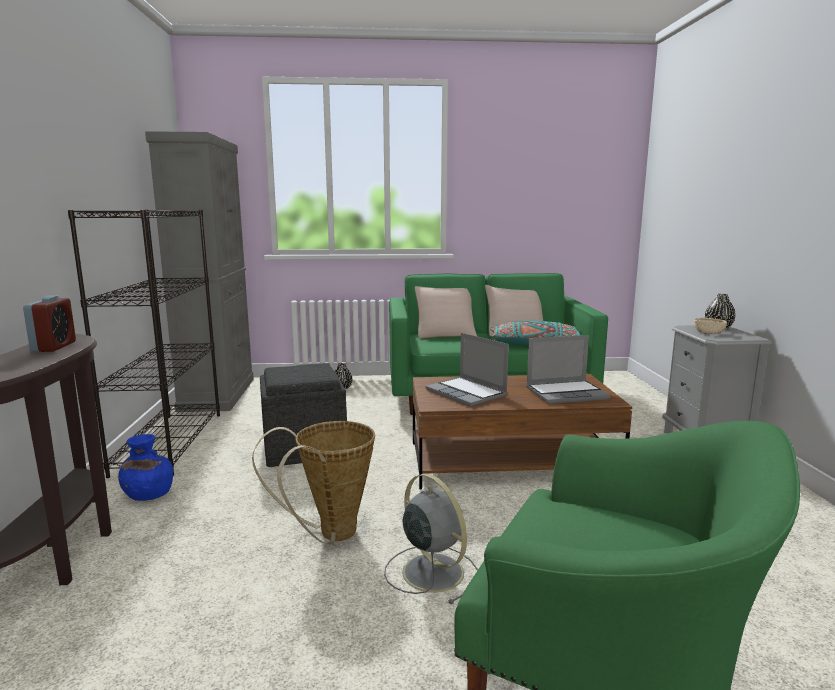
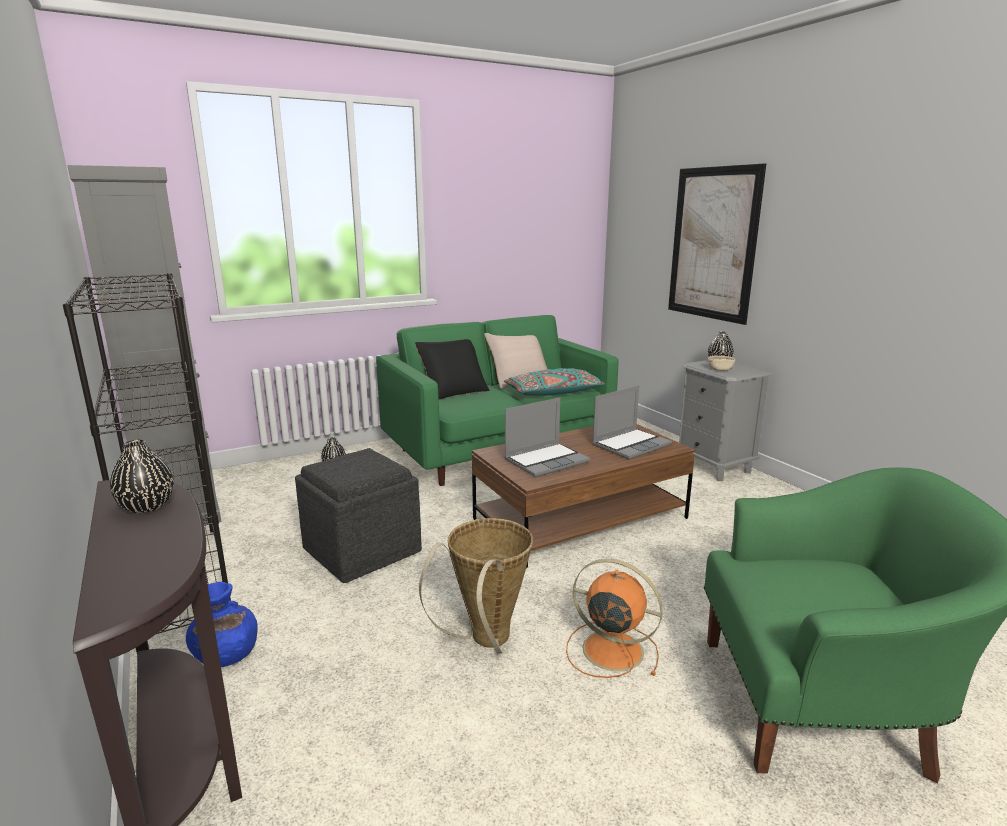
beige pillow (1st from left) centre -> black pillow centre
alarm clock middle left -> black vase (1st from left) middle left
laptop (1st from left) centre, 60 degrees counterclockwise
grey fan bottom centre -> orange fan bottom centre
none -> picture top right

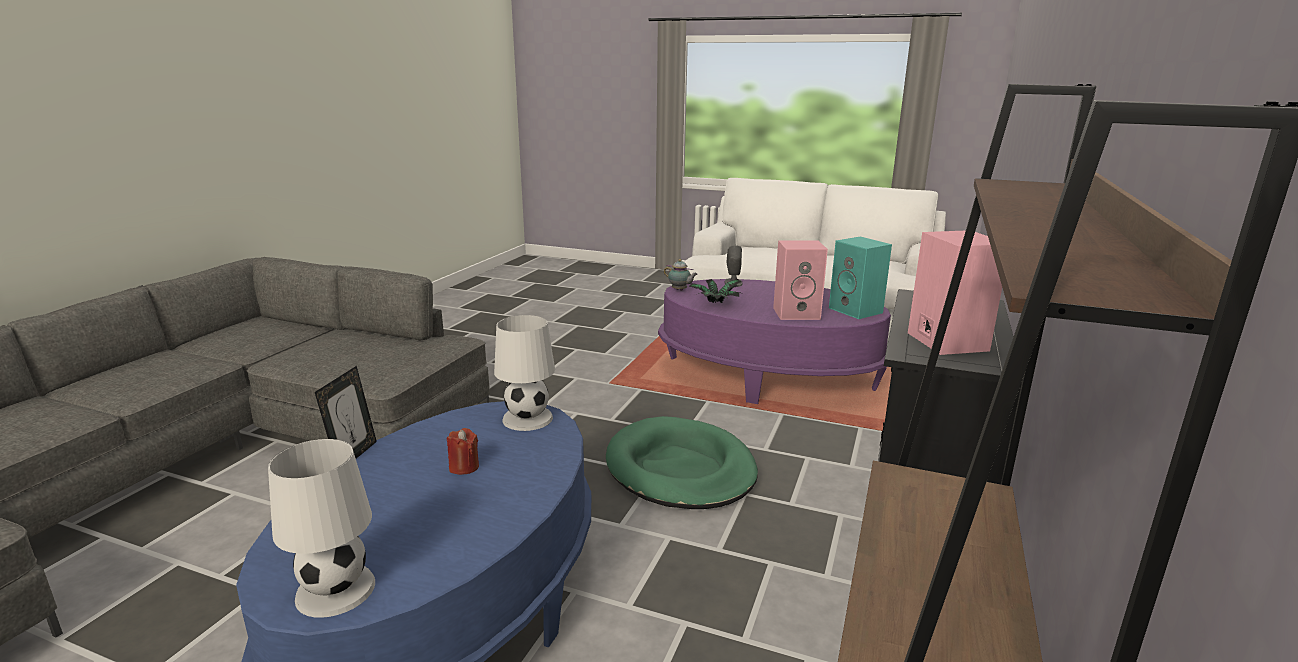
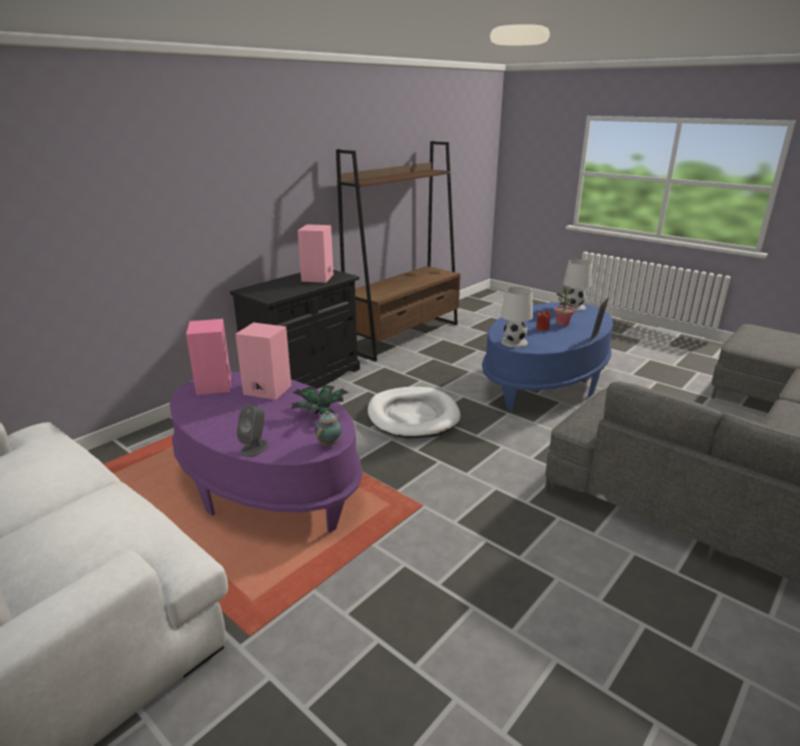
turquoise speaker centre -> pink speaker (1st from left) middle left
teapot centre, 60 degrees clockwise
green dog bed bottom centre -> white dog bed centre
none -> potted plant (2nd from left) middle right

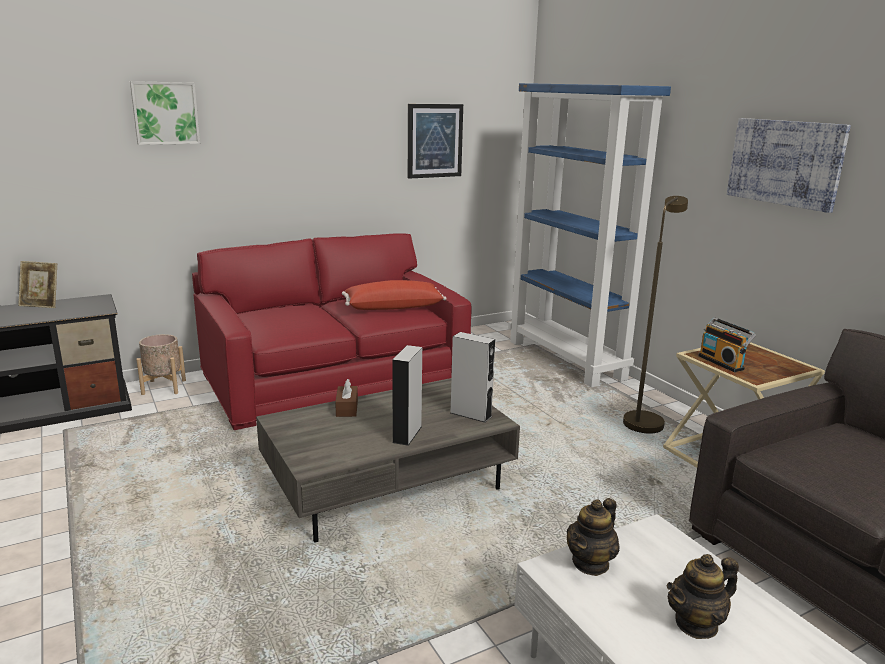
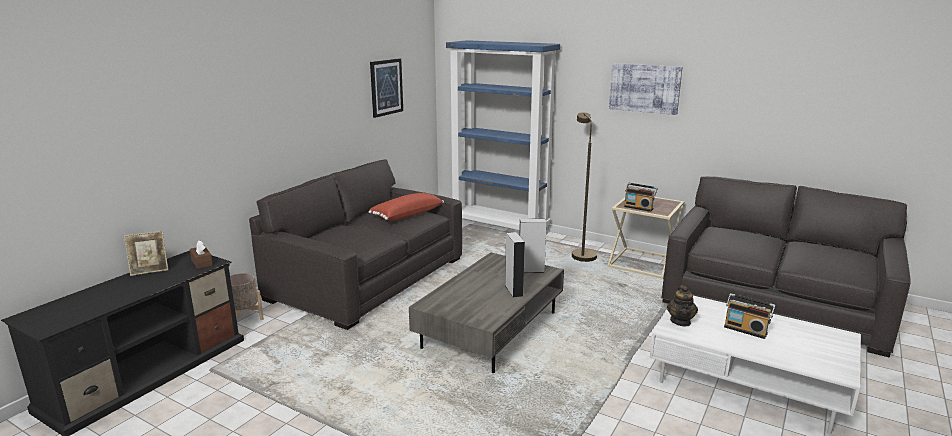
picture (1st from left) top left -> none
red sofa centre -> grey sofa (1st from left) centre
brown tissue box centre -> brown tissue box middle left, moved
teapot (2nd from left) bottom right -> radio (2nd from left) bottom right

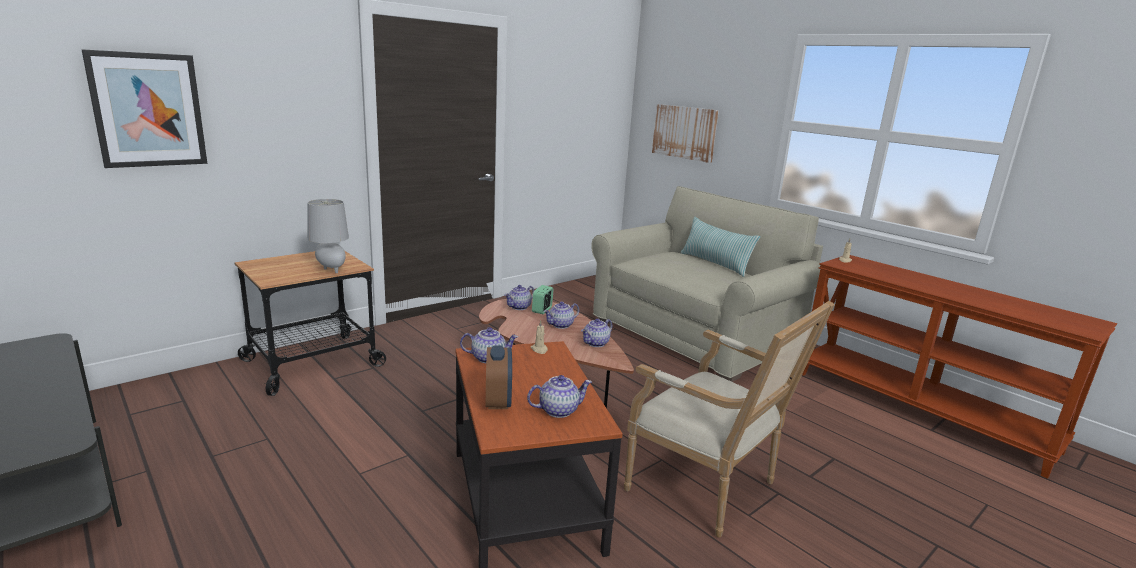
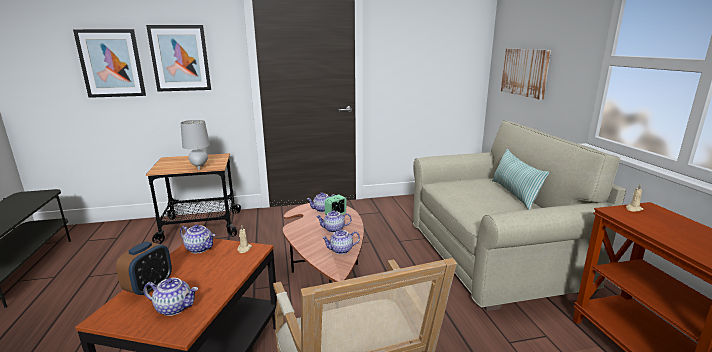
none -> picture (2nd from left) top left

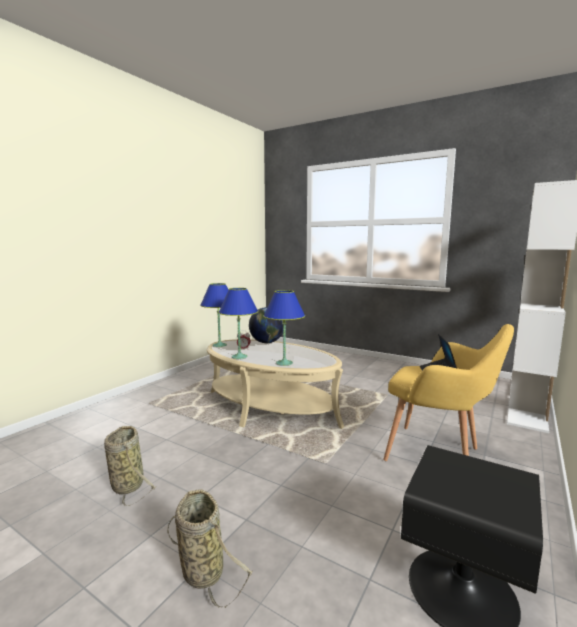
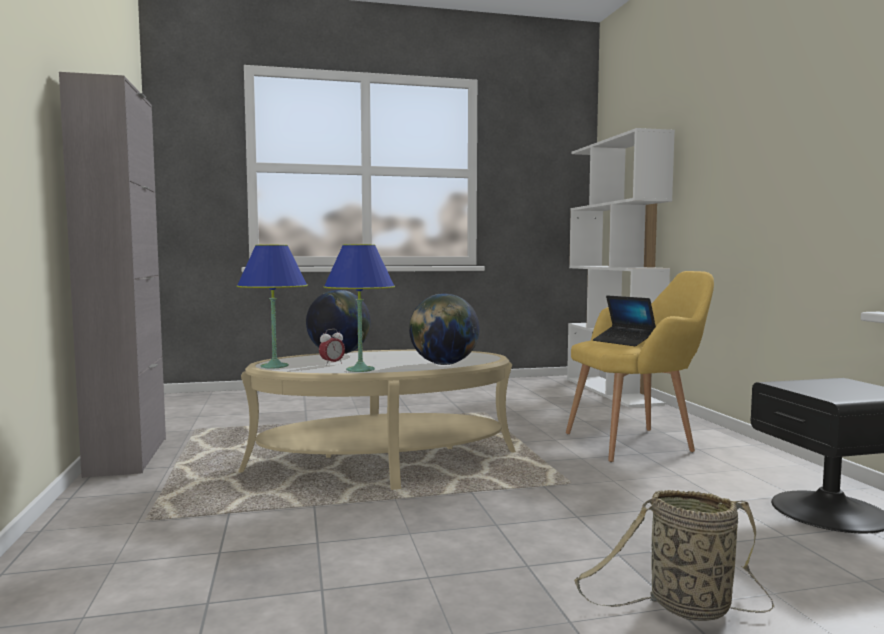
blue table lamp (3rd from left) centre -> globe (2nd from left) centre
basket (1st from left) bottom left -> none
none -> grey cabinet middle left

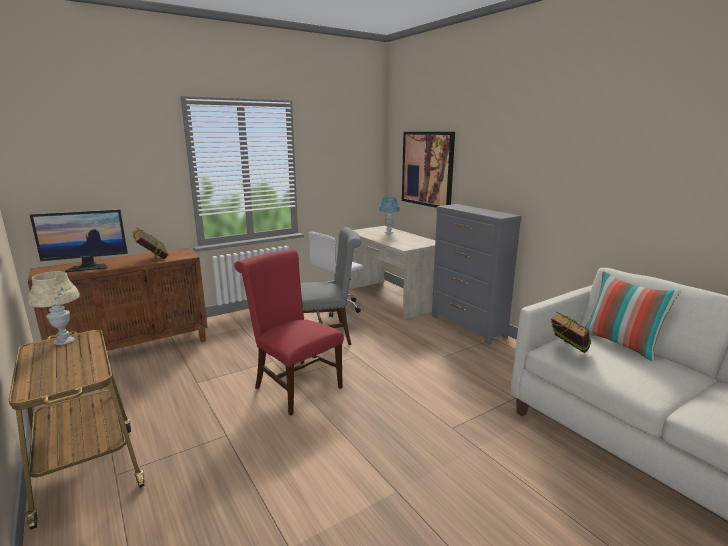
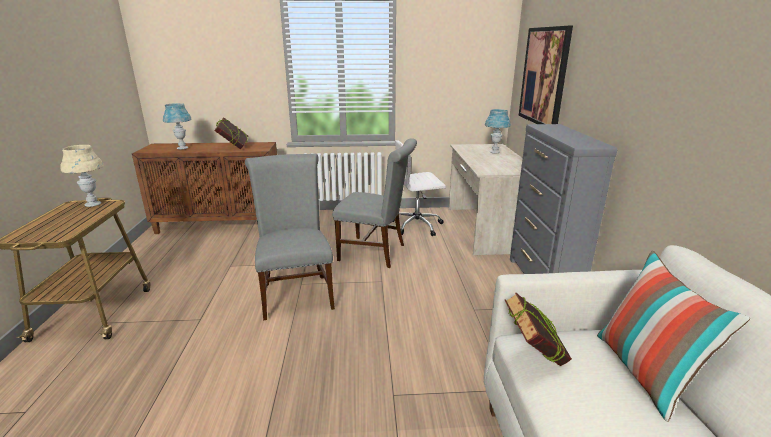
monitor middle left -> blue table lamp (1st from left) top left
red chair centre -> grey chair (1st from left) centre

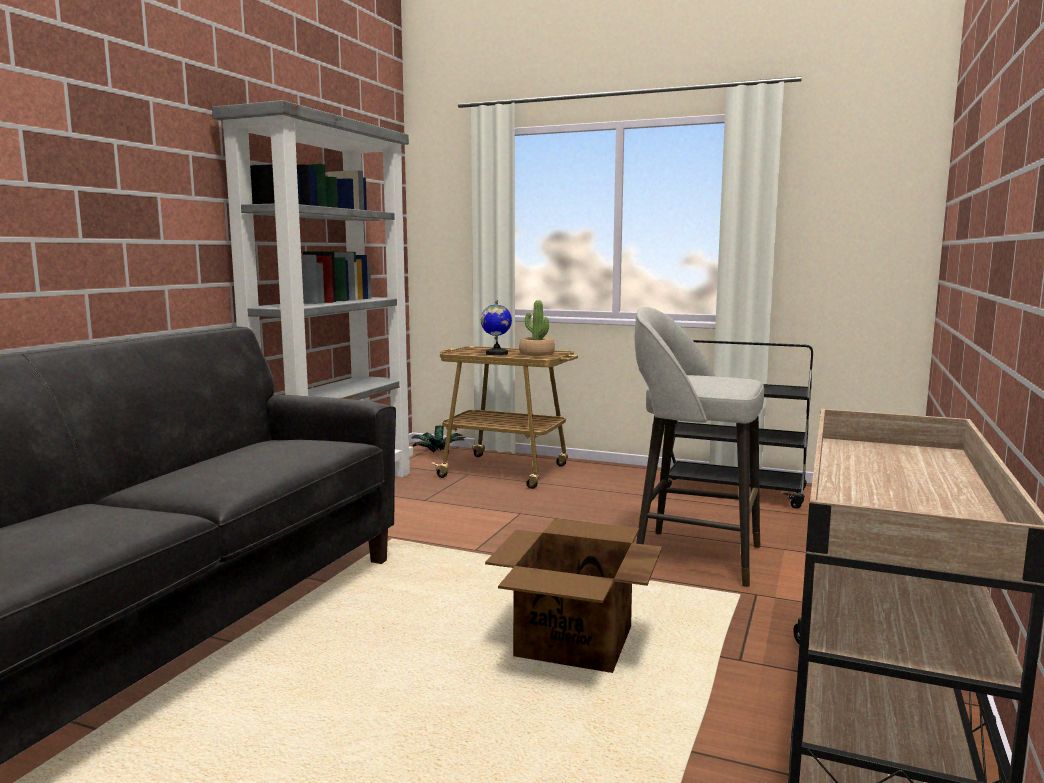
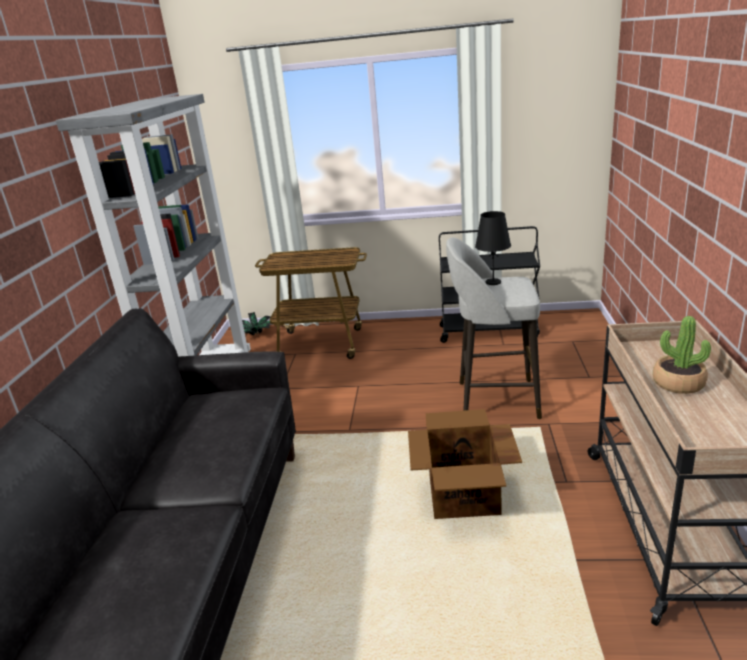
globe centre -> none
potted plant (2nd from left) centre -> potted plant (2nd from left) middle right, moved
none -> black table lamp centre

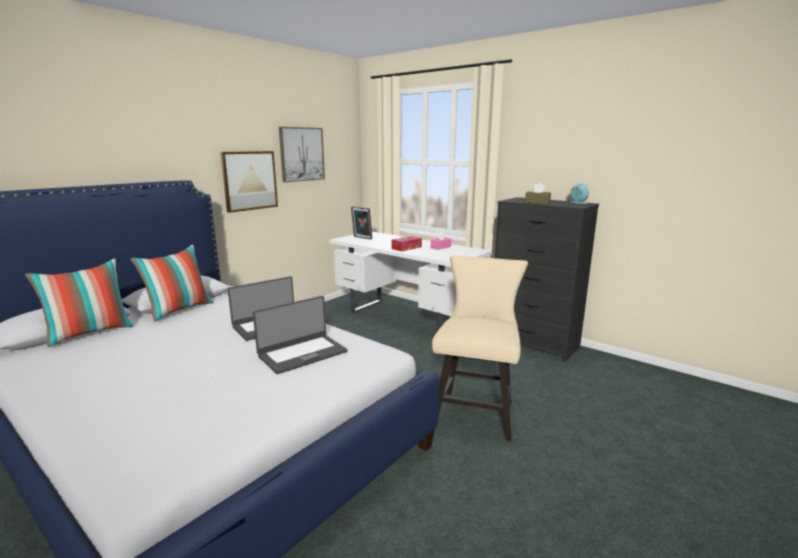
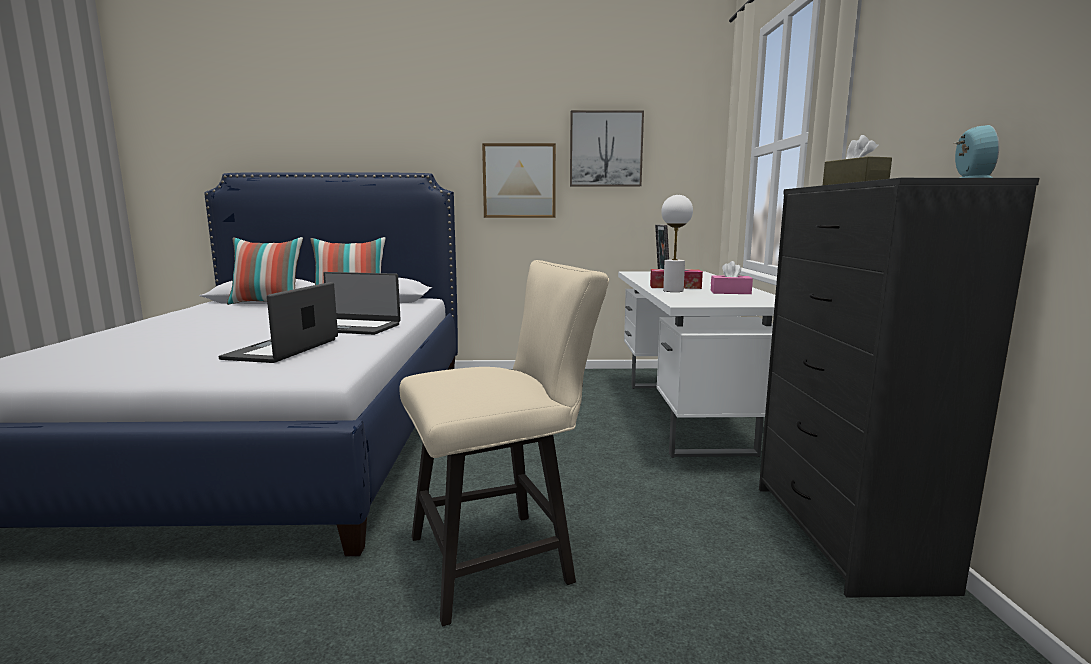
laptop (2nd from left in the first image) centre -> laptop (1st from left) middle left, 90 degrees clockwise
none -> white table lamp centre

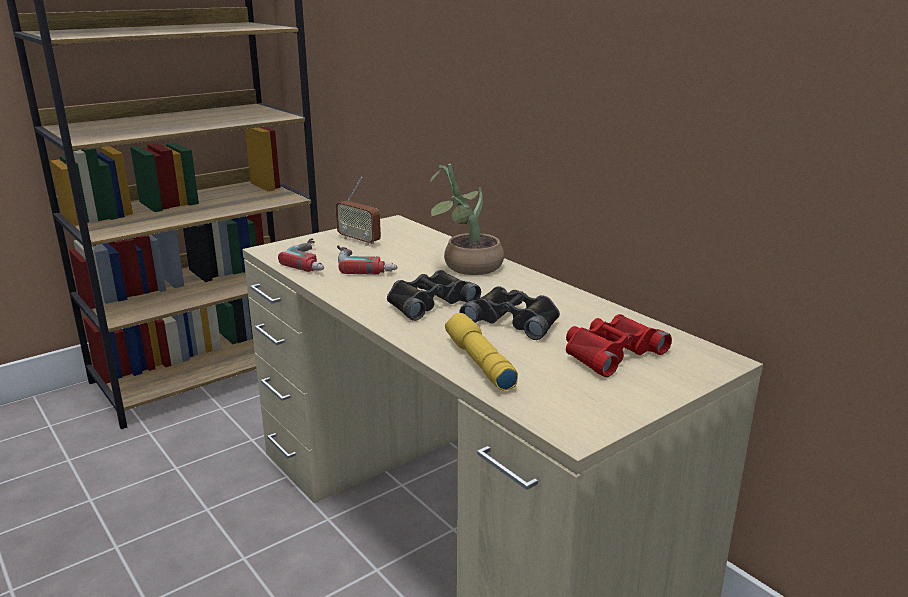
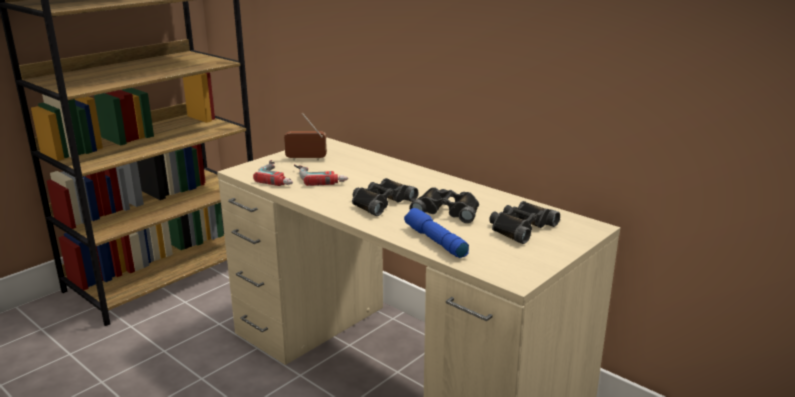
potted plant centre -> none
radio centre, 150 degrees clockwise
yellow flashlight centre -> blue flashlight centre
red binoculars middle right -> black binoculars (3rd from left) centre

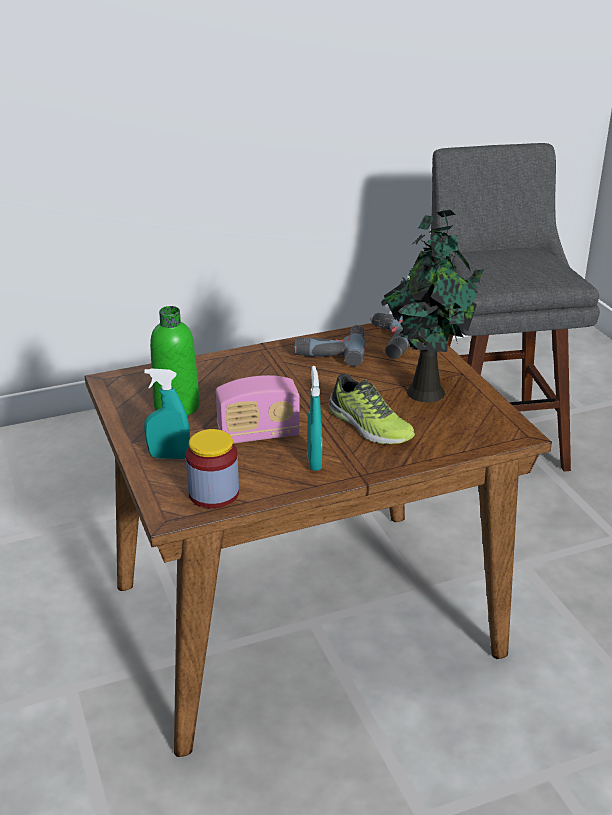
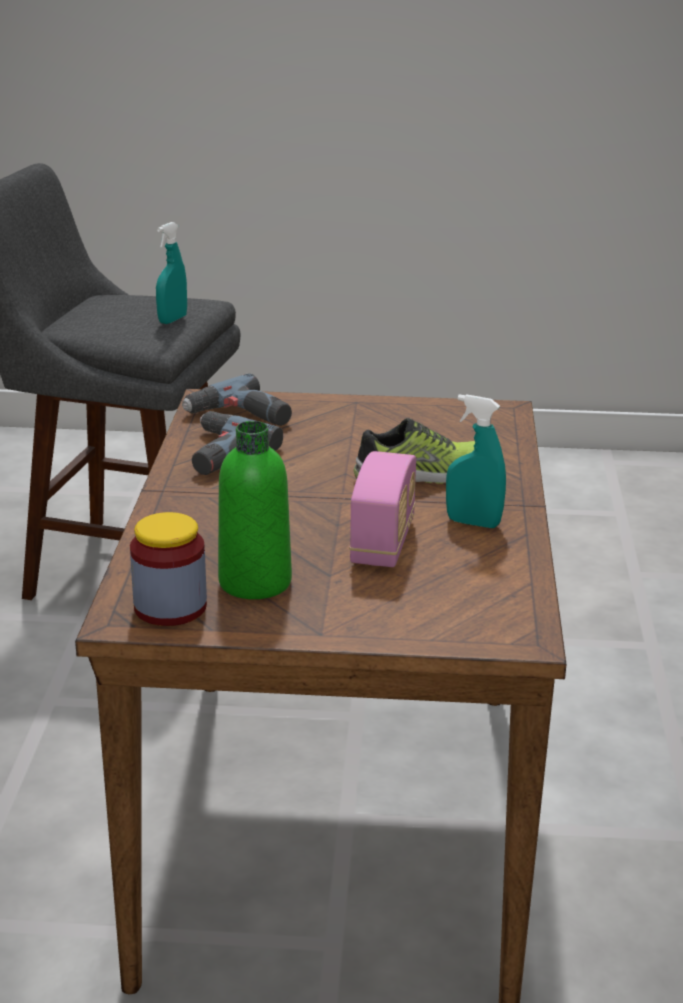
potted plant middle right -> none
turquoise spray bottle (1st from left) middle left -> turquoise spray bottle (1st from left) top left, moved
jar centre -> jar middle left, moved

